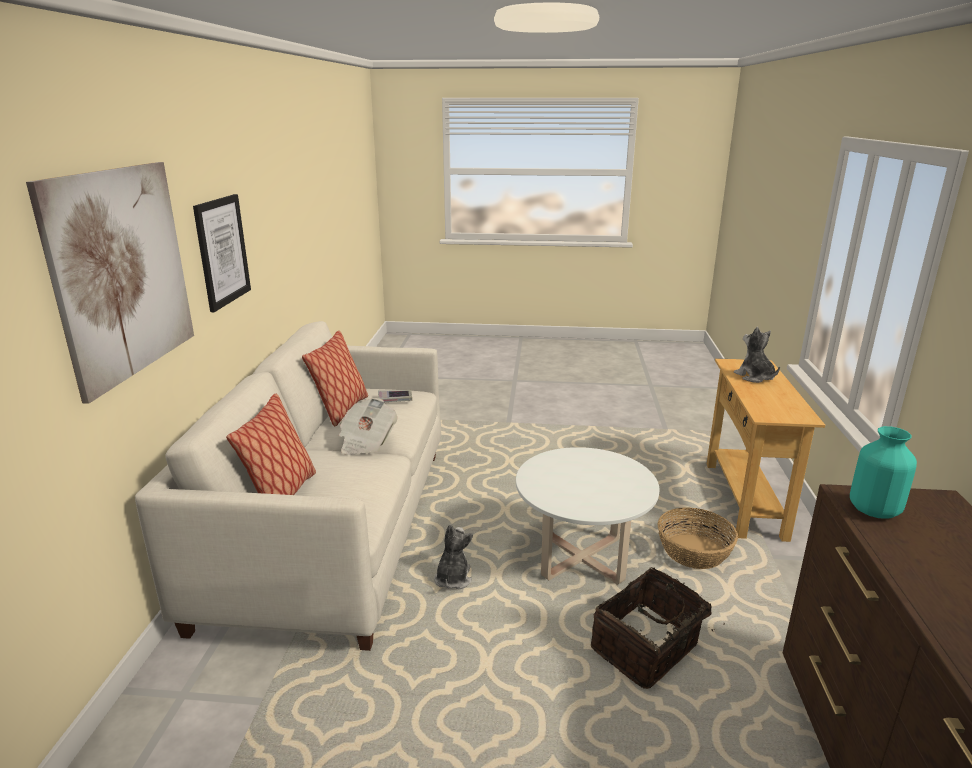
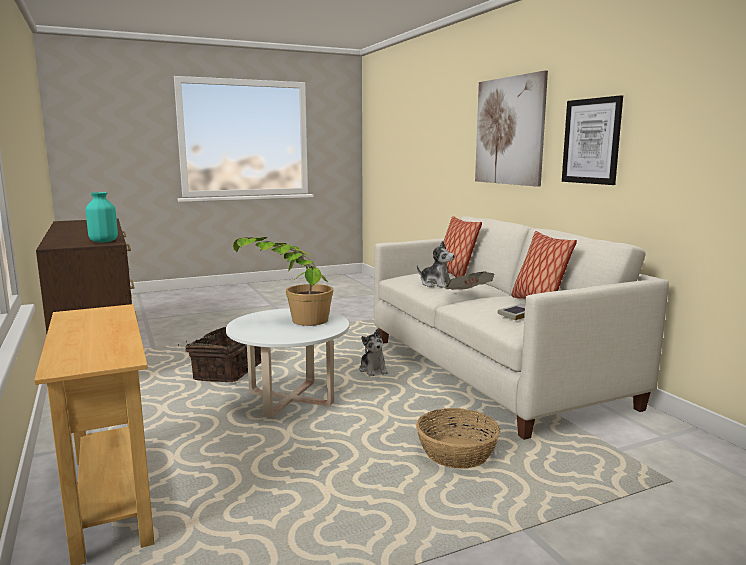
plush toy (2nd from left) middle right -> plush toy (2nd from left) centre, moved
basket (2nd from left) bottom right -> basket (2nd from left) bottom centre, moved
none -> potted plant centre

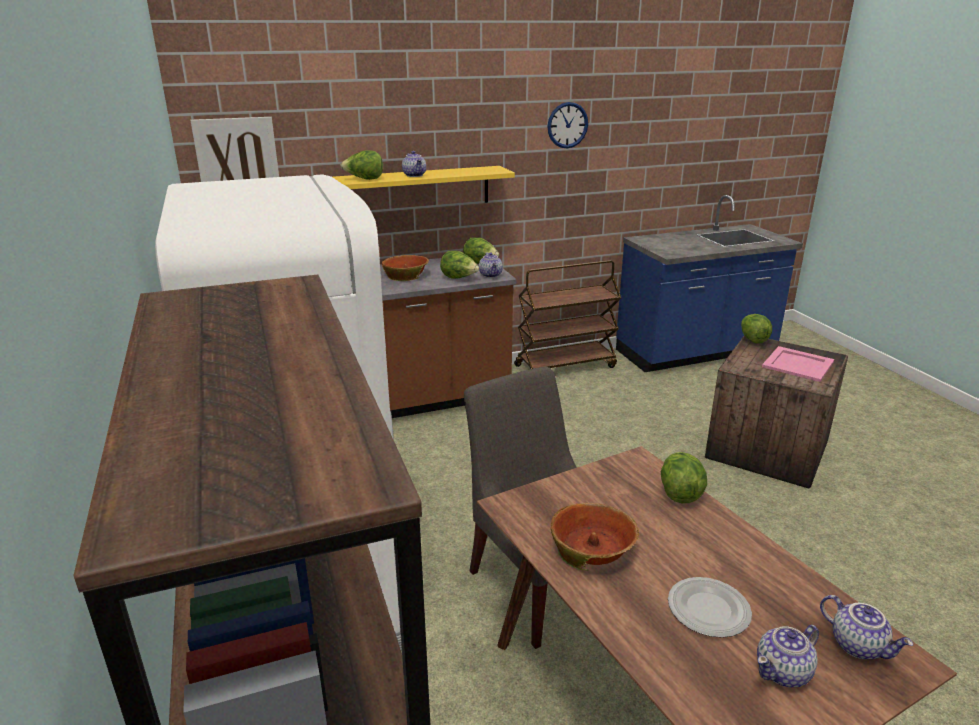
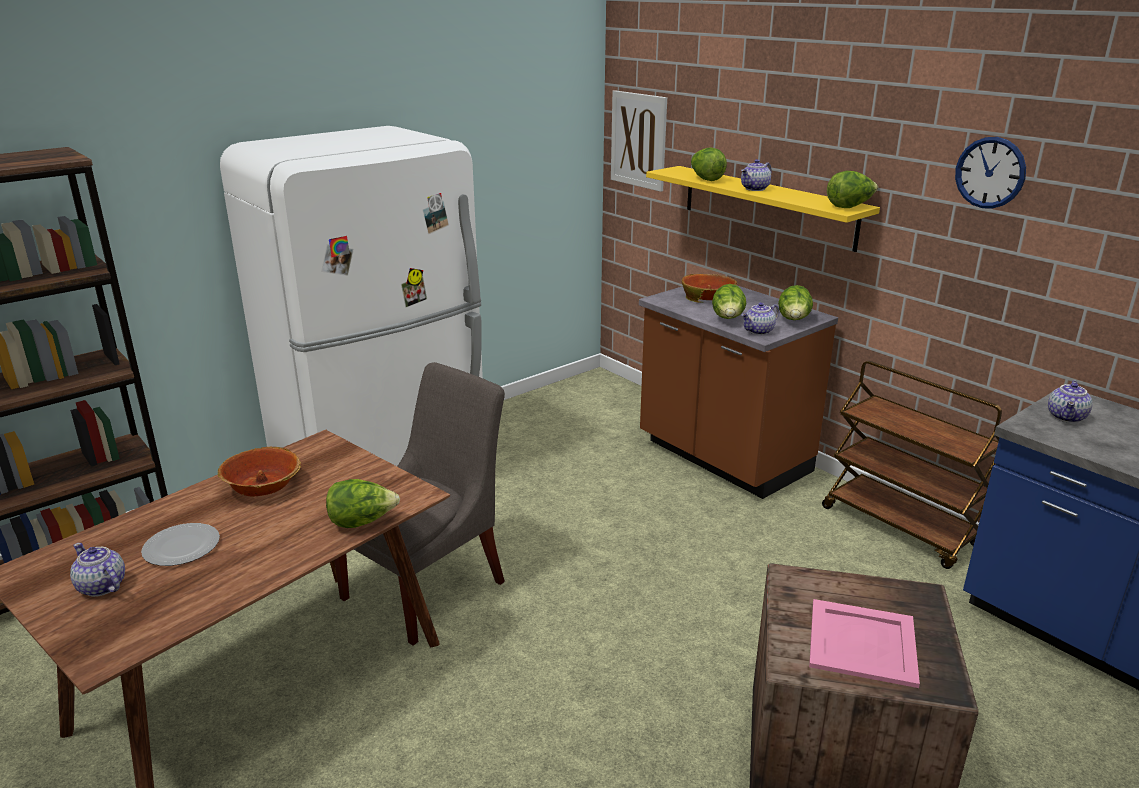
lettuce (5th from left) middle right -> lettuce (5th from left) top right, moved
teapot (4th from left) bottom right -> teapot (4th from left) middle right, moved

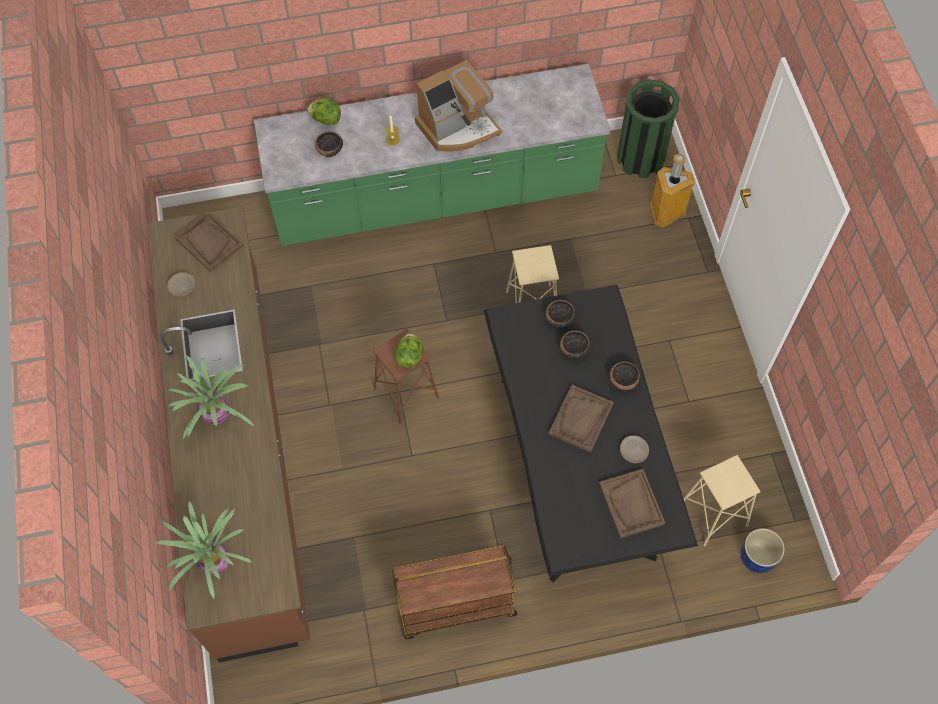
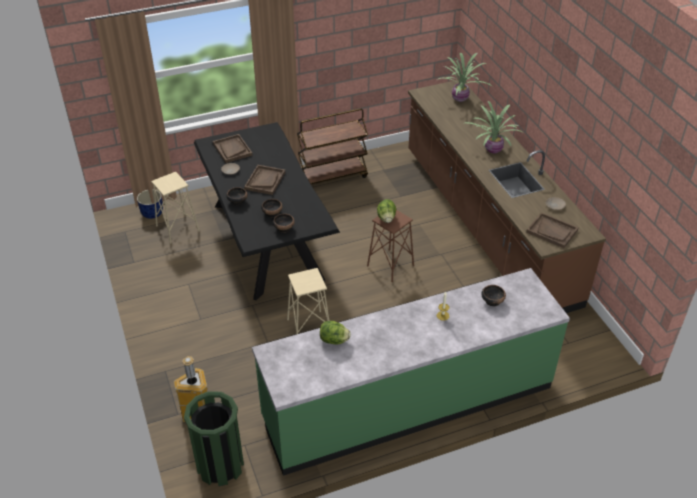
coffee machine top centre -> none
lettuce (1st from left) top centre -> lettuce (1st from left) bottom centre, moved

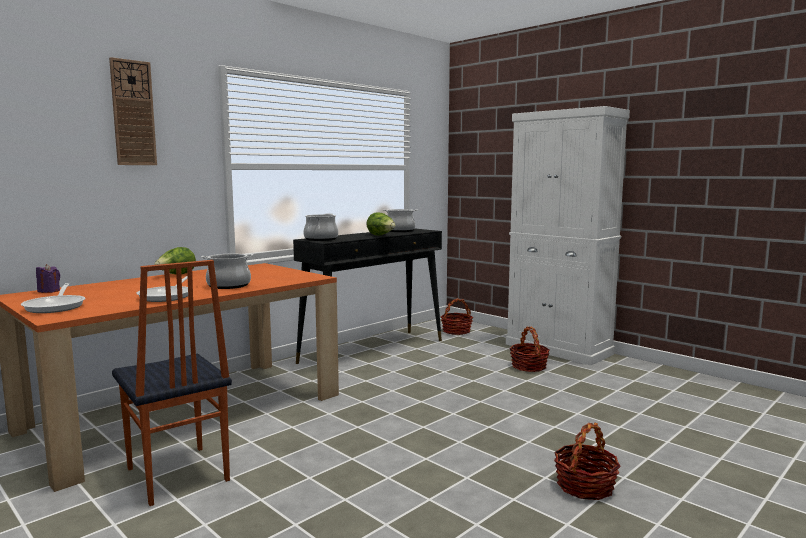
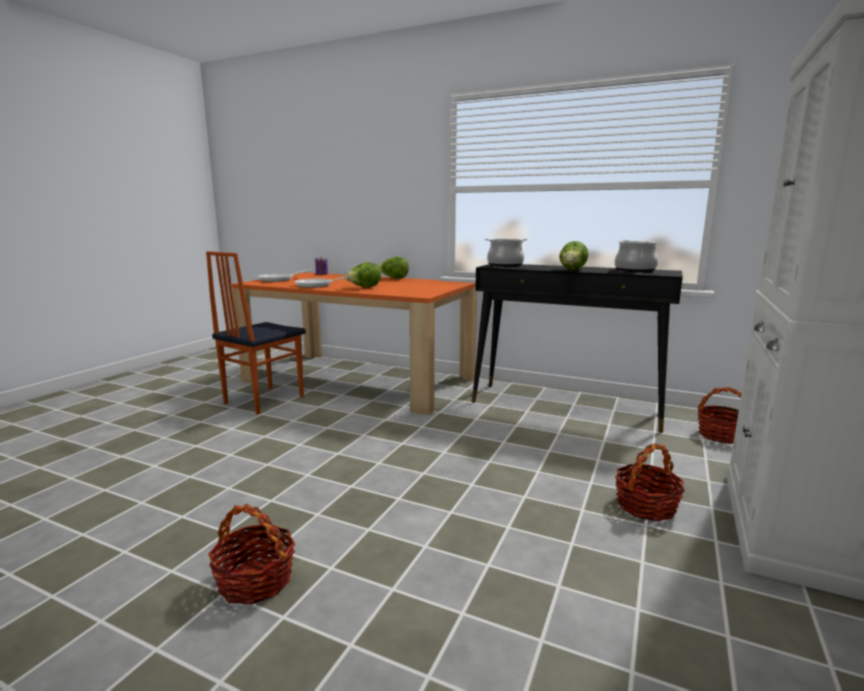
wall clock top left -> none
cooking pot (1st from left) middle left -> lettuce (1st from left) centre

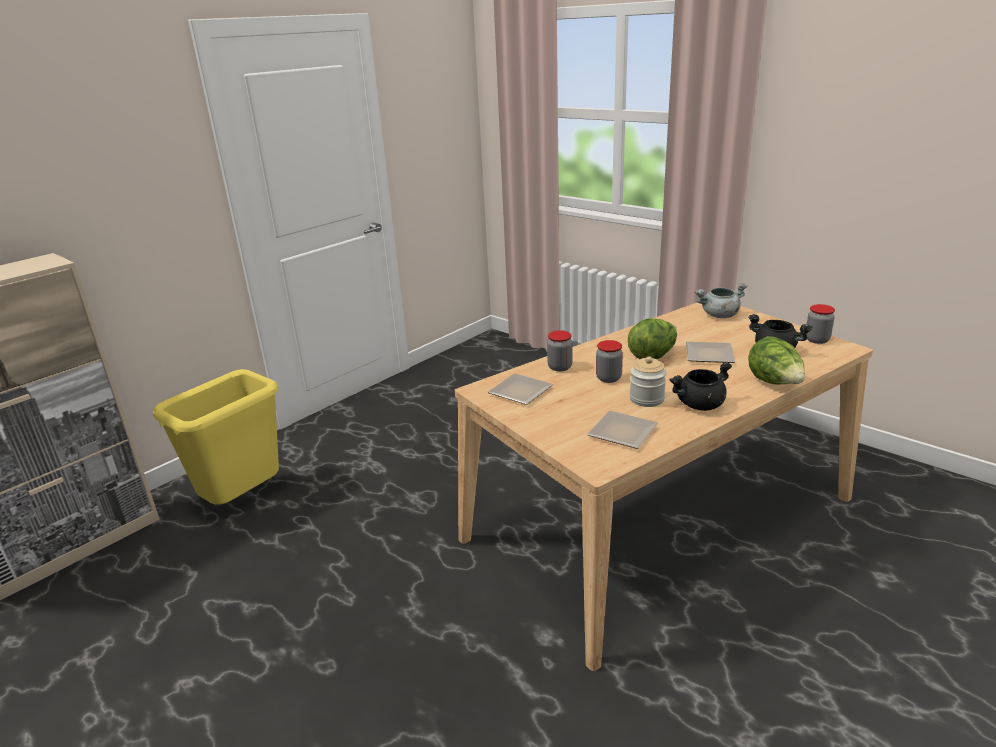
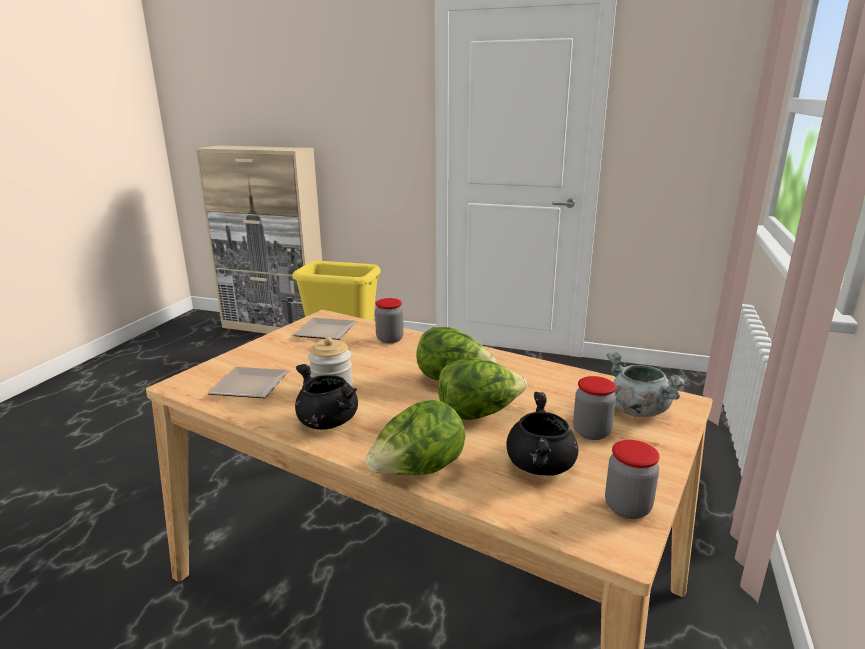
jar (2nd from left in the first image) centre -> jar (3rd from left) middle right, moved
plate (3rd from left) middle right -> lettuce (3rd from left) centre

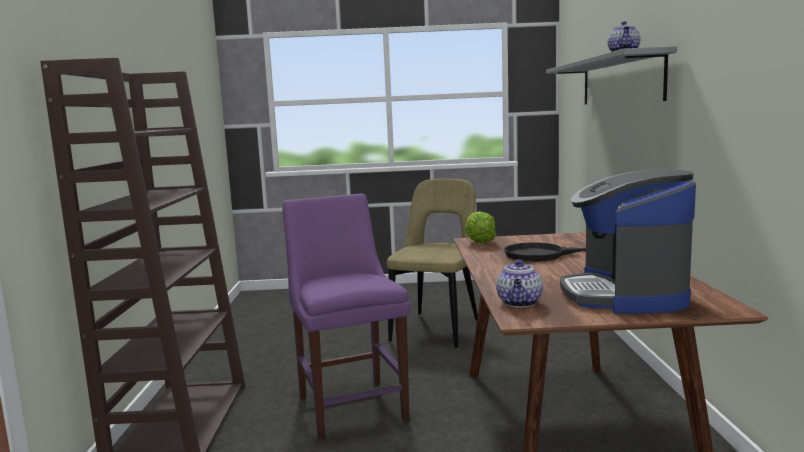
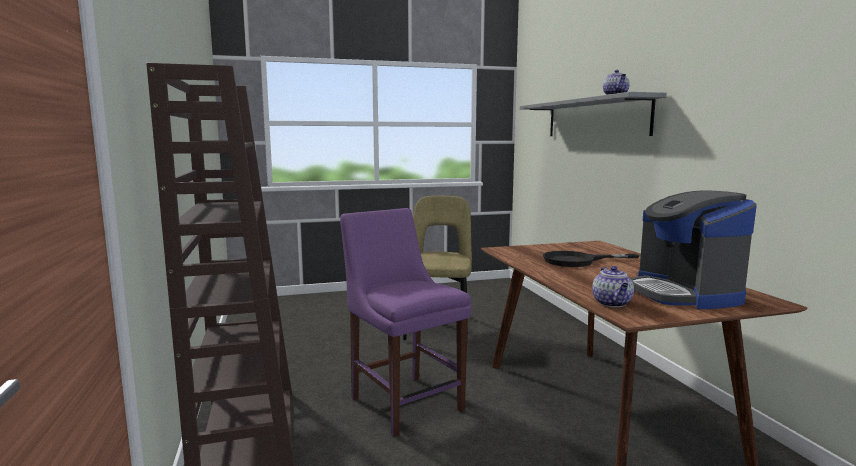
lettuce centre -> none

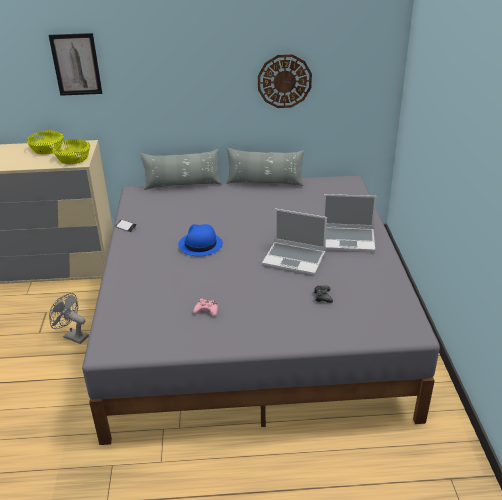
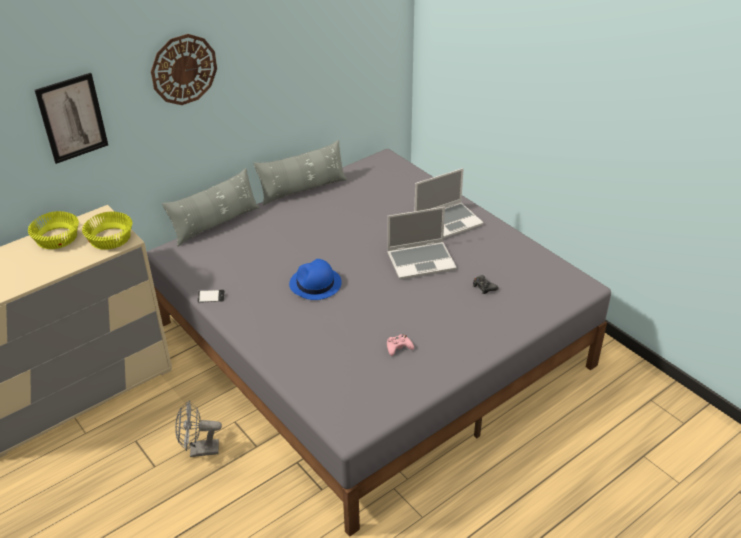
wall clock top centre -> wall clock top left, moved

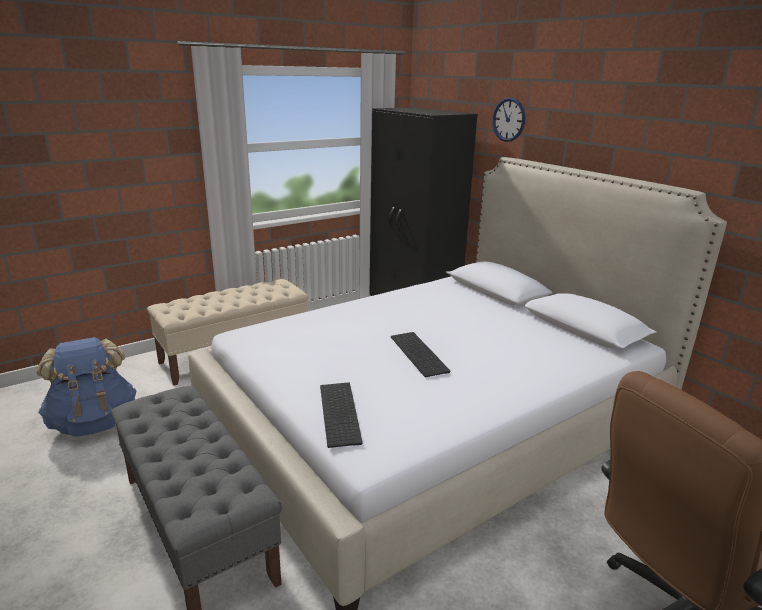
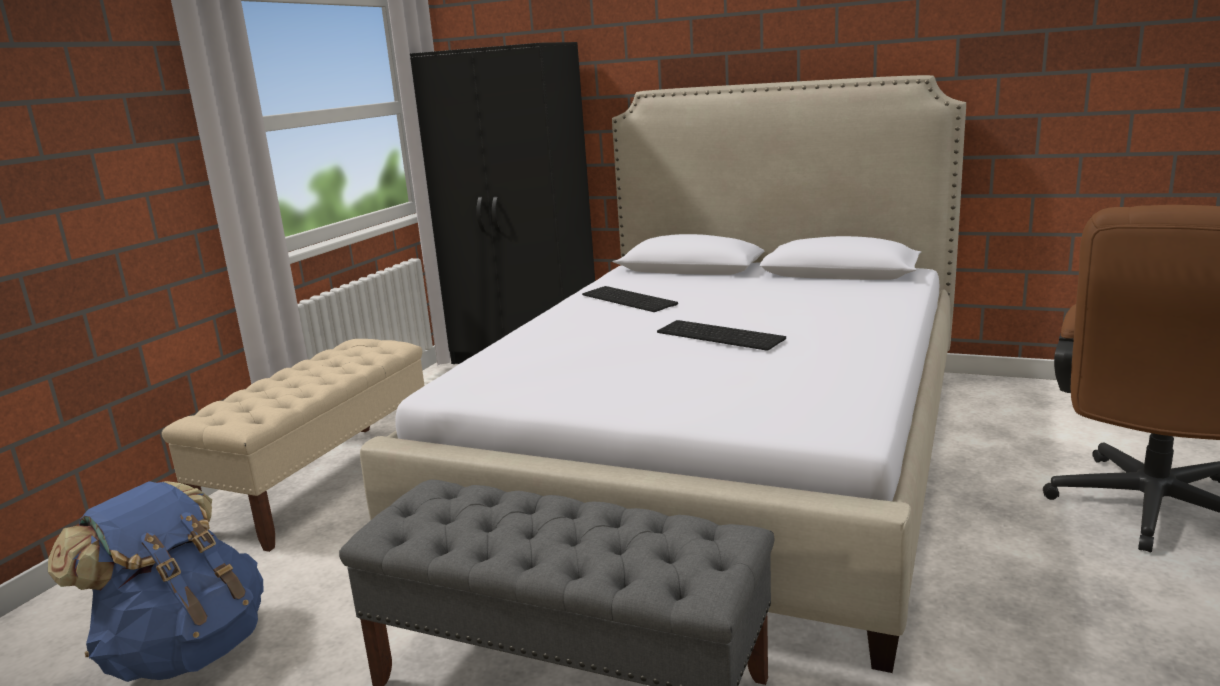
wall clock top right -> none
keyboard (1st from left) bottom centre -> keyboard (1st from left) centre, moved

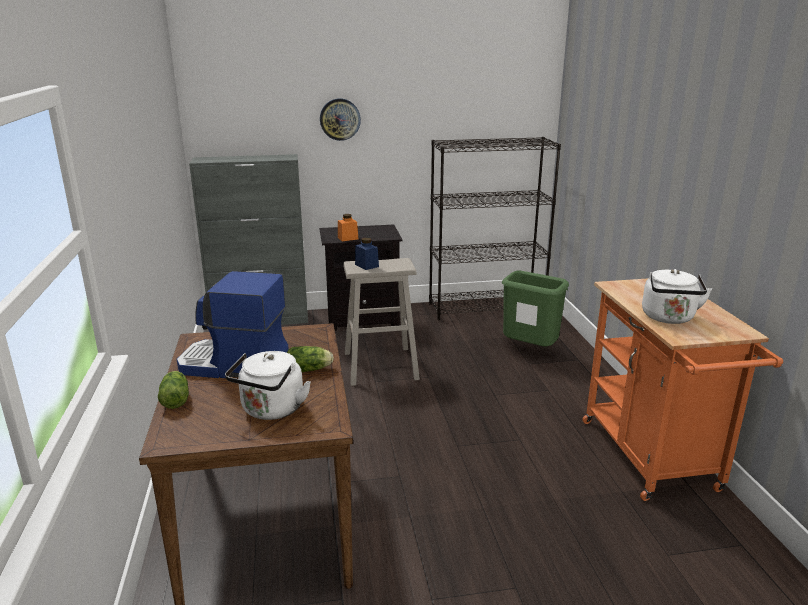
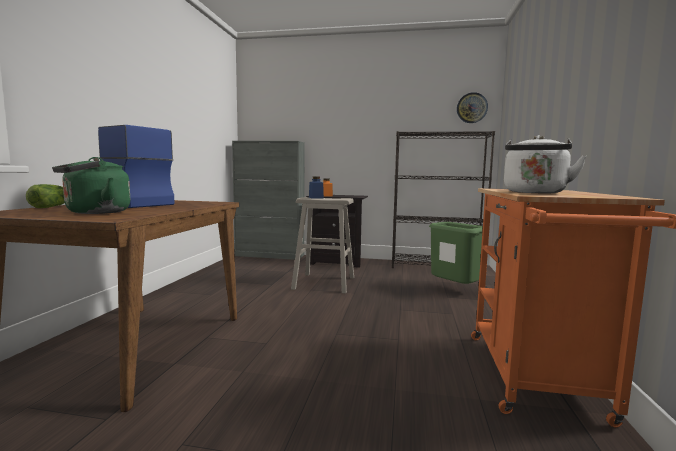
wall clock top centre -> wall clock top right, moved
lettuce (2nd from left) centre -> none
white kettle (1st from left) middle left -> green kettle middle left

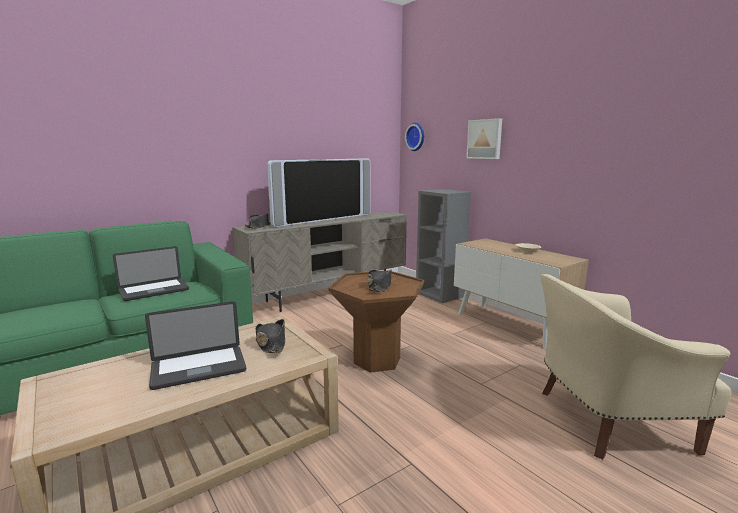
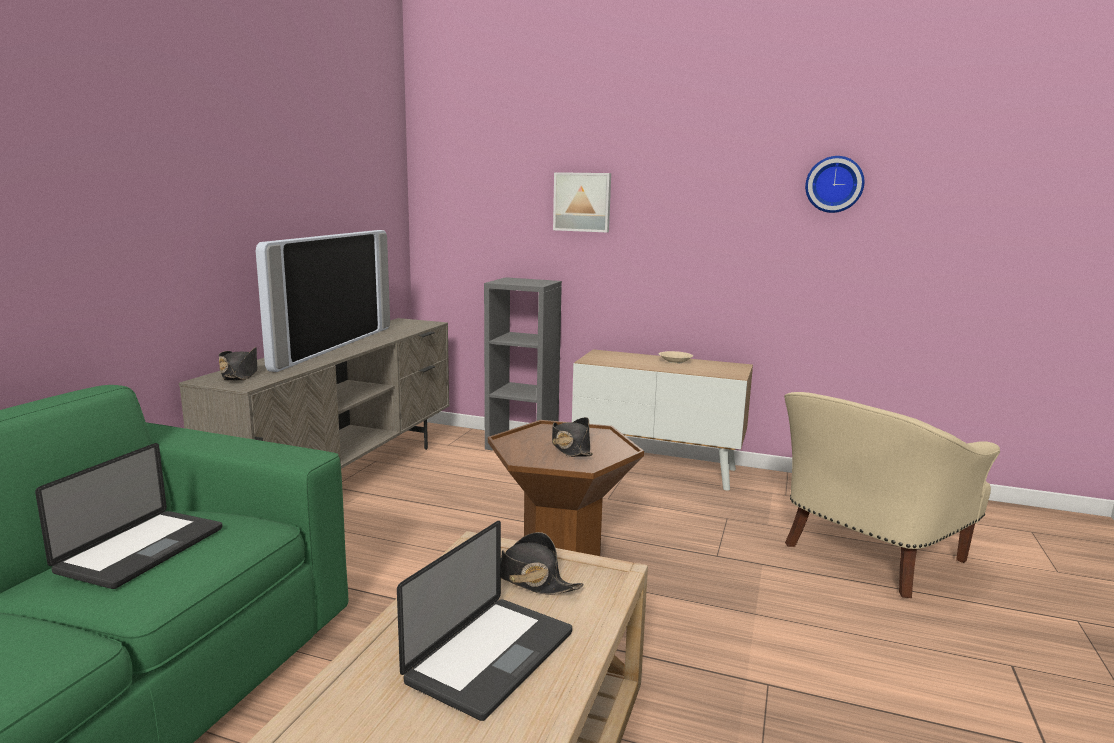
wall clock top centre -> wall clock top right, moved

